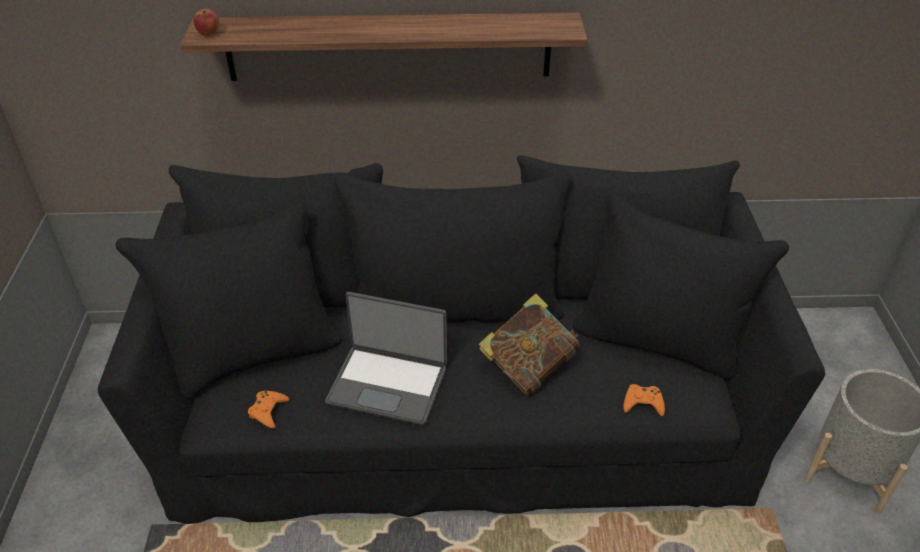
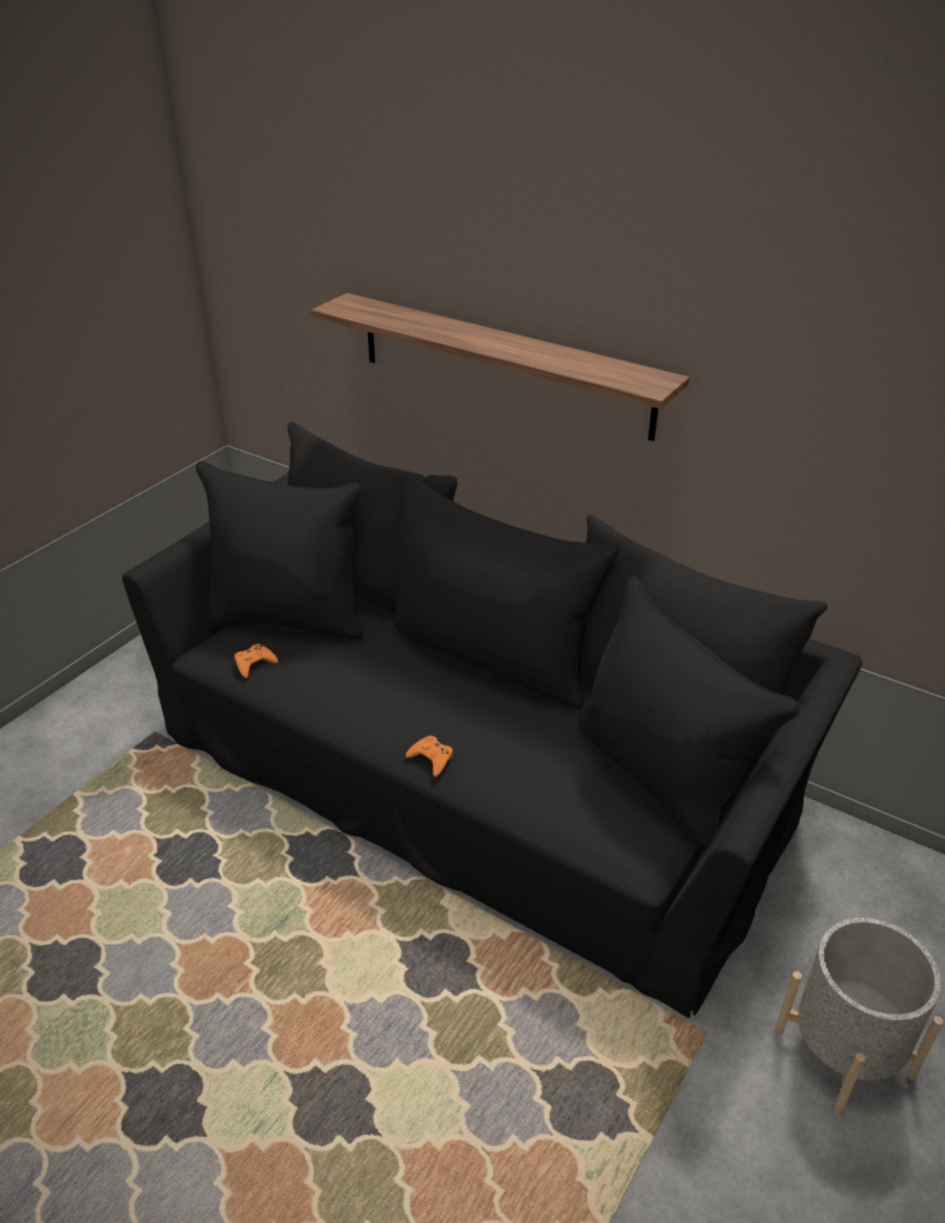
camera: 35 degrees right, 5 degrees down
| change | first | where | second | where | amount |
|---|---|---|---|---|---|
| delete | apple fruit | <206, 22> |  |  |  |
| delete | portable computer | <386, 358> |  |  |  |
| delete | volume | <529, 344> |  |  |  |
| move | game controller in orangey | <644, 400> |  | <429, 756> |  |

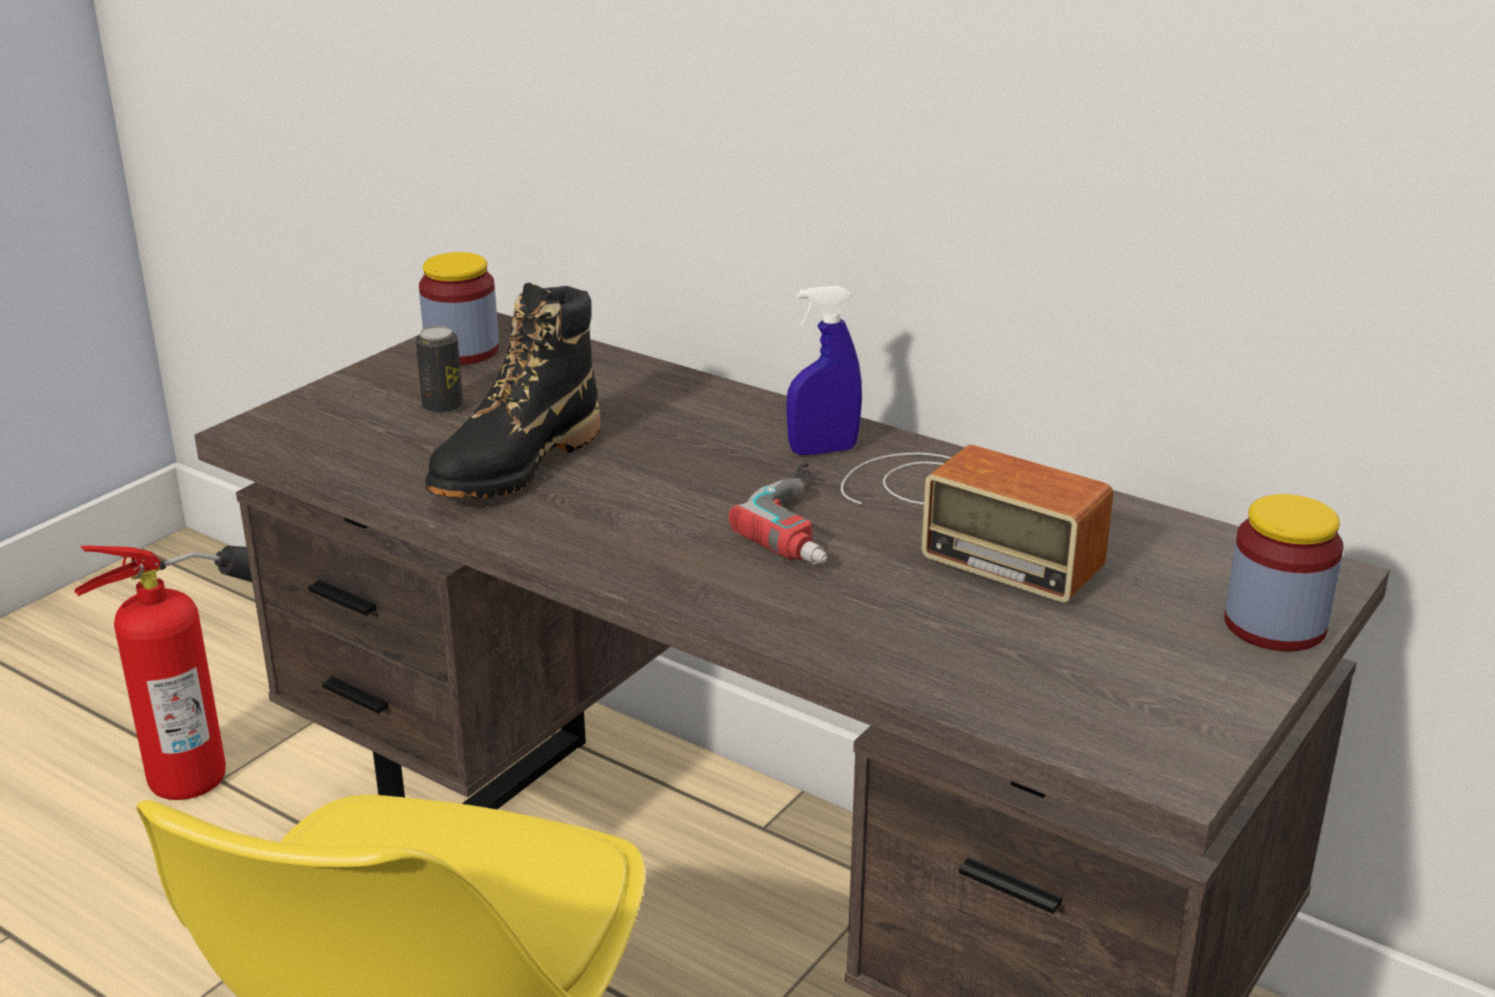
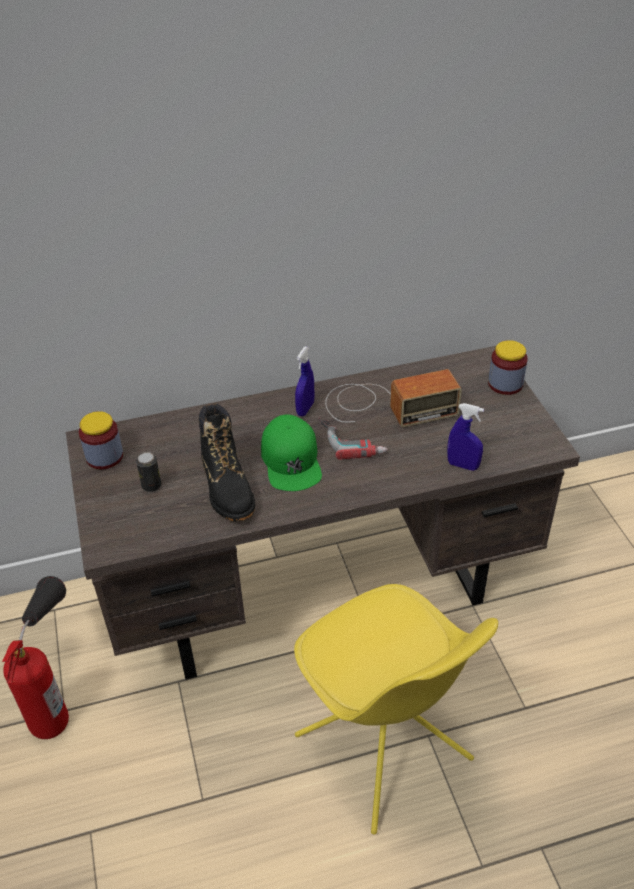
camera: 50 degrees left, 15 degrees up
| change | first | where | second | where | amount |
|---|---|---|---|---|---|
| insert |  |  | sprayer in blue | <465, 437> |  |
| insert |  |  | baseball cap in greenish | <291, 452> |  |

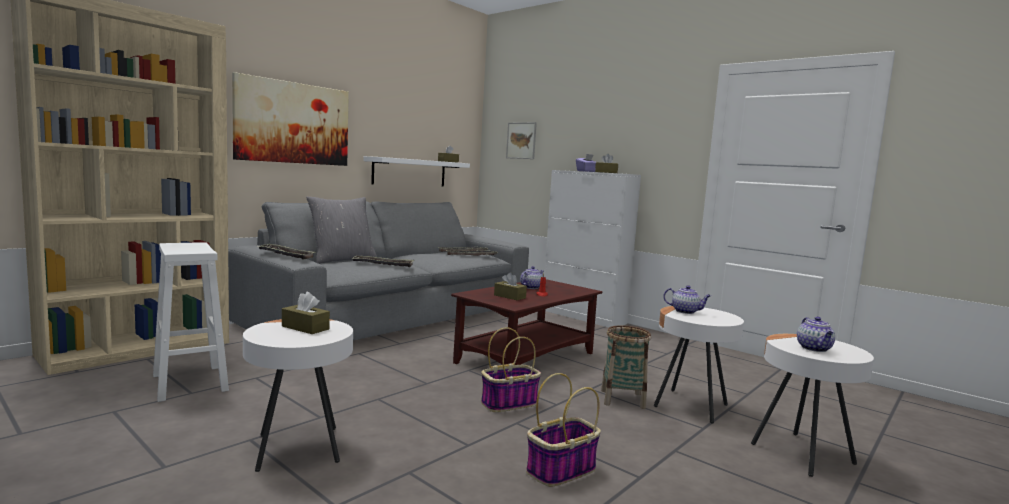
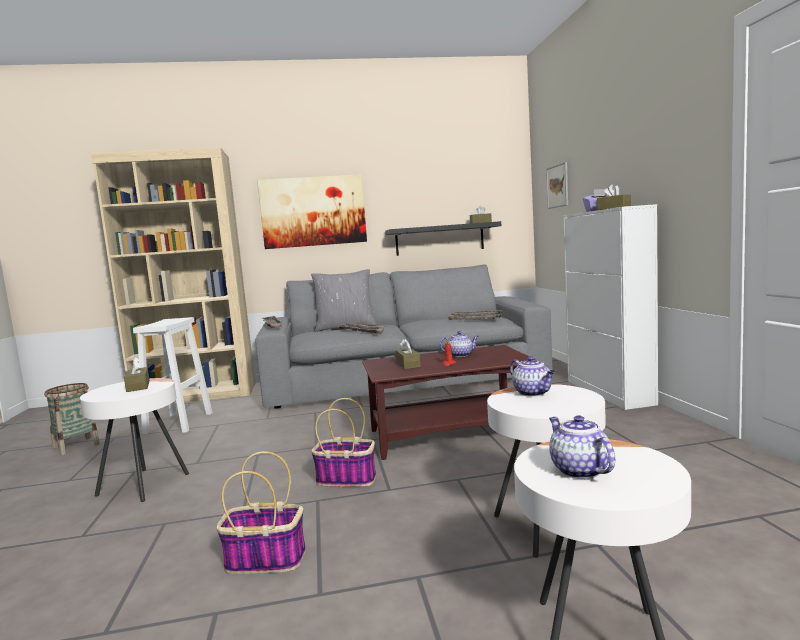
camera: 40 degrees right, 0 degrees up
| change | first | where | second | where | amount |
|---|---|---|---|---|---|
| recolor | wall shelf in white-coloured | <416, 171> | wall shelf in blackish | <443, 238> |  |
| rotate | tea pot | <816, 334> |  | <582, 447> | 120 degrees clockwise |
| move | household basket | <626, 367> |  | <72, 419> |  |

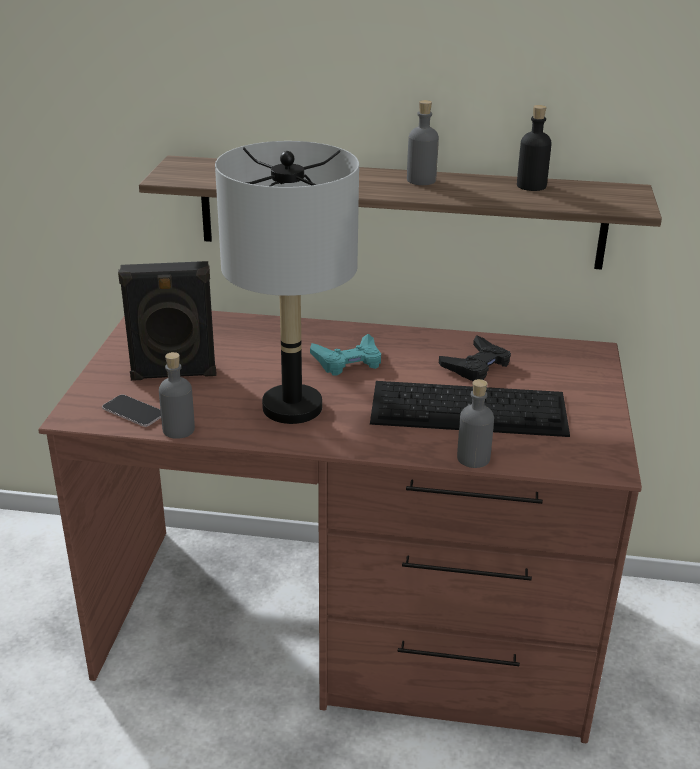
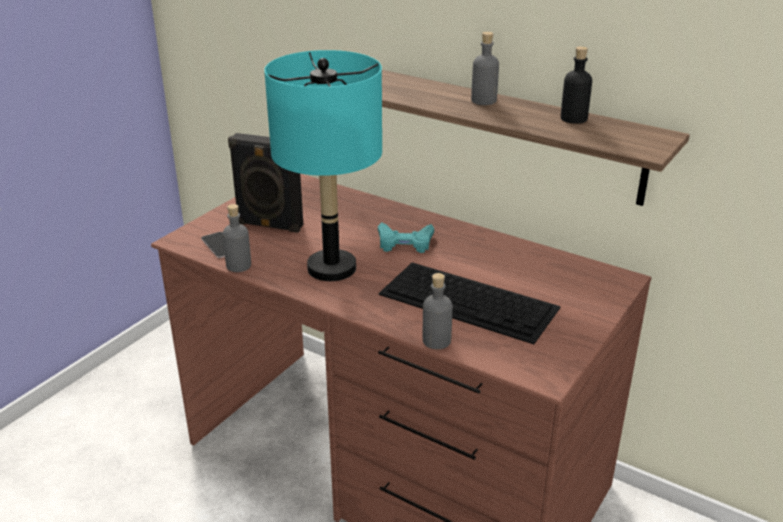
camera: 25 degrees right, 0 degrees up
| change | first | where | second | where | amount |
|---|---|---|---|---|---|
| recolor | table lamp in grey | <287, 282> | table lamp in turquoise-coloured | <323, 165> |  |
| delete | game controller in blackish | <475, 358> |  |  |  |

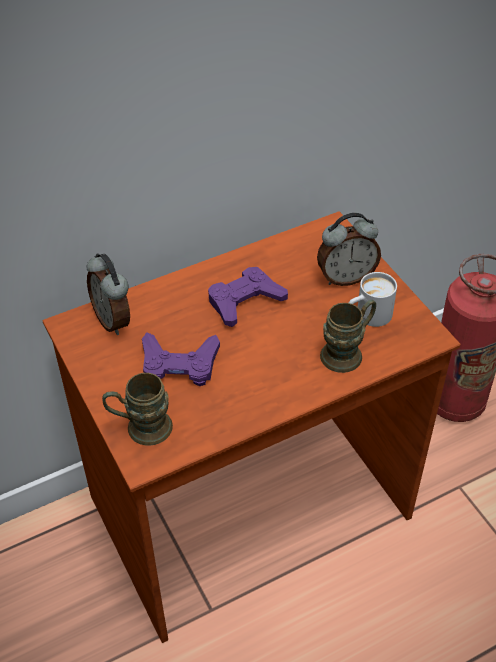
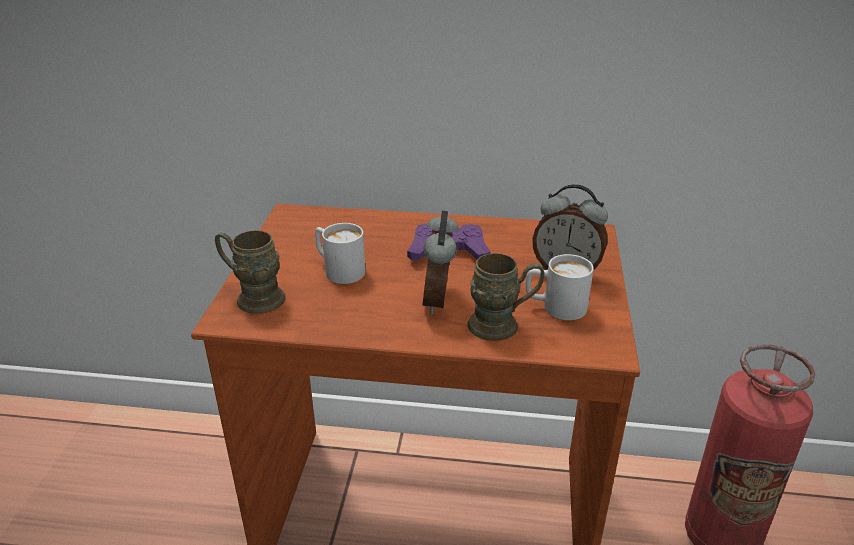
camera: 35 degrees right, 15 degrees down
| change | first | where | second | where | amount |
|---|---|---|---|---|---|
| move | table clock | <108, 294> |  | <440, 263> |  |
| replace | game controller in purple-coloured | <181, 359> | tea mug in white-coloured | <340, 253> |  |

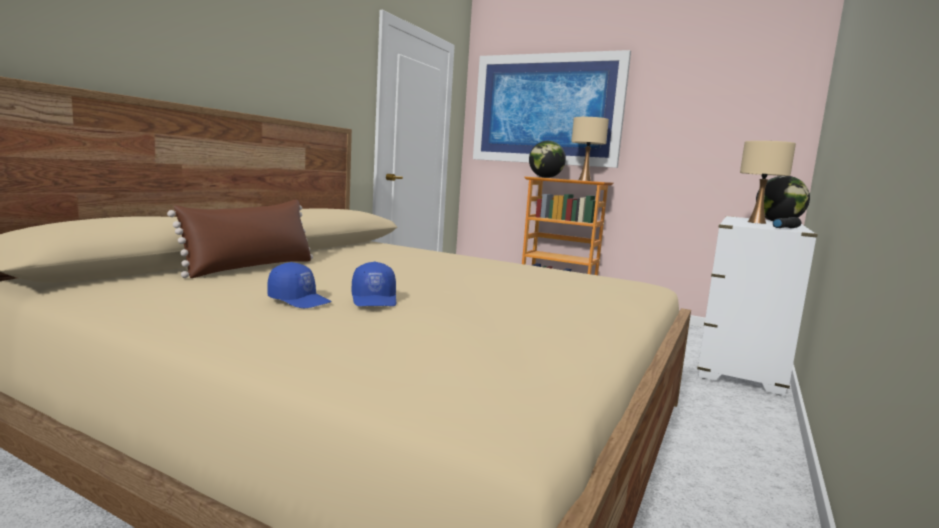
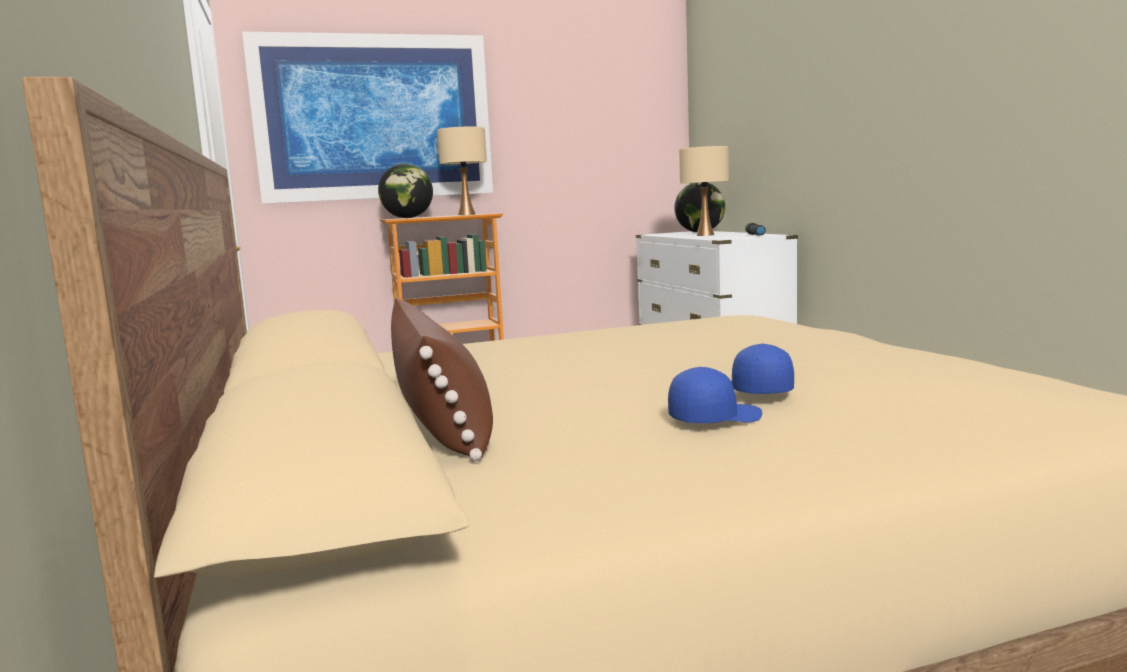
camera: 45 degrees left, 0 degrees up
| change | first | where | second | where | amount |
|---|---|---|---|---|---|
| rotate | baseball cap in blue | <374, 284> |  | <762, 368> | 120 degrees counterclockwise |

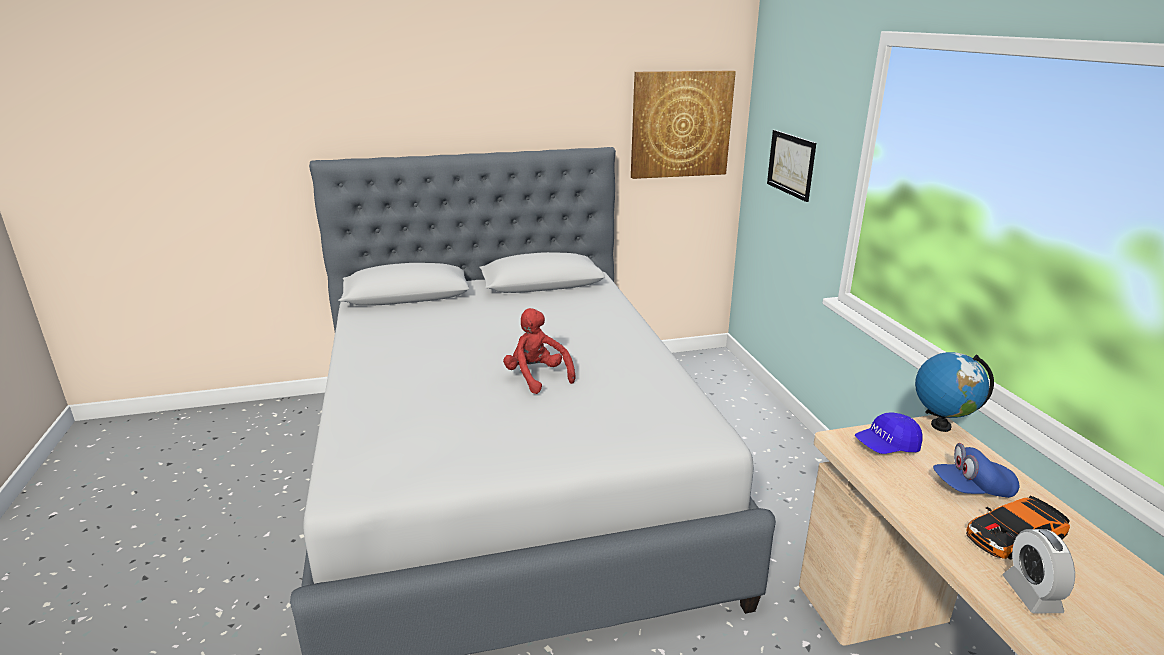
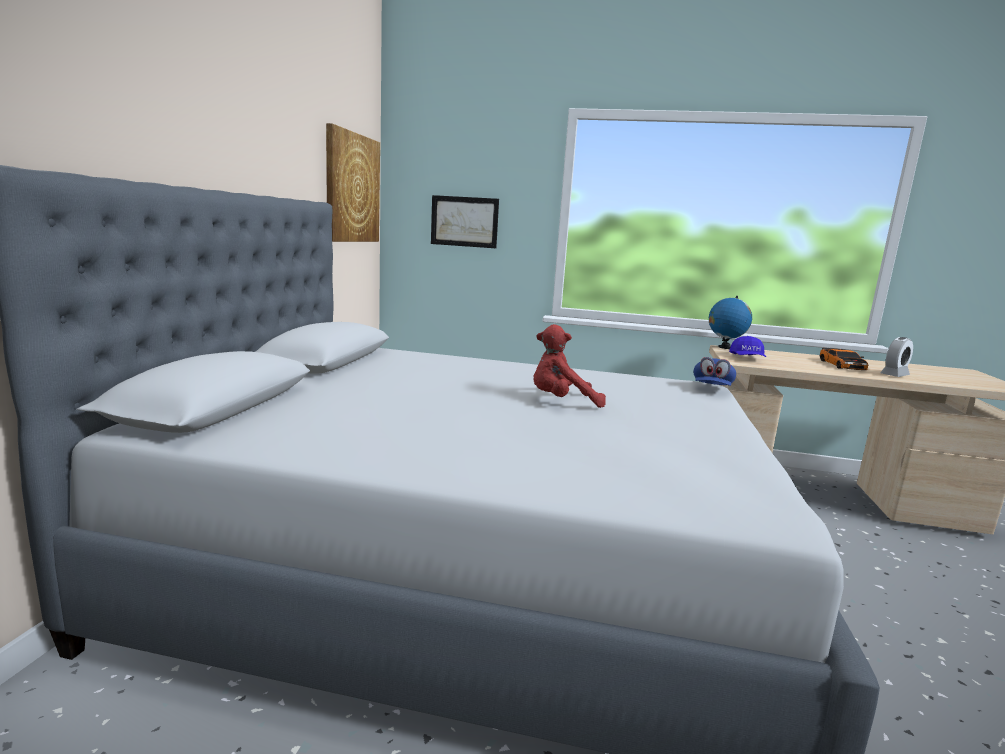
camera: 65 degrees left, 10 degrees down
| change | first | where | second | where | amount |
|---|---|---|---|---|---|
| move | baseball cap in blue | <976, 470> |  | <714, 371> |  |
| rotate | table clock | <1038, 571> |  | <896, 357> | 60 degrees counterclockwise |

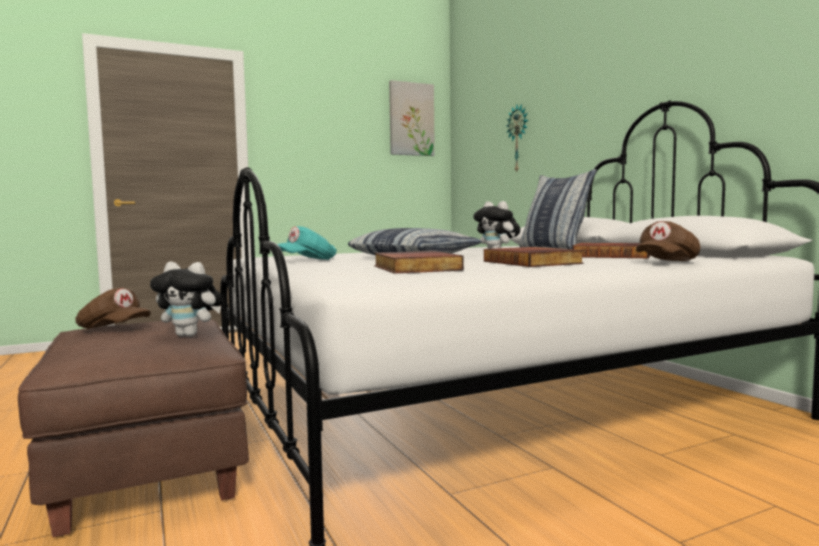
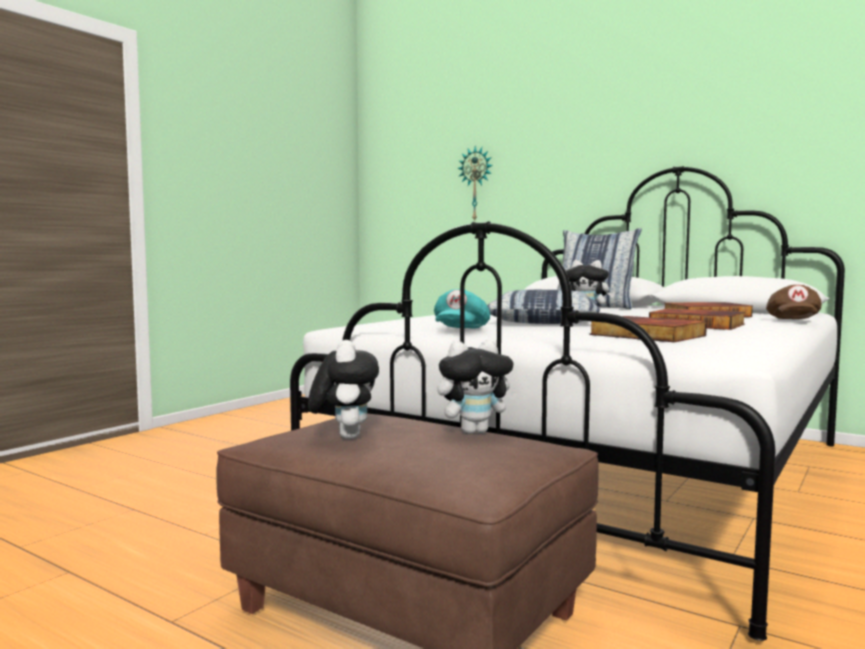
camera: 30 degrees left, 0 degrees up
| change | first | where | second | where | amount |
|---|---|---|---|---|---|
| delete | wall art | <412, 118> |  |  |  |
| replace | baseball cap in brown | <113, 308> | plush toy | <343, 389> |  |

